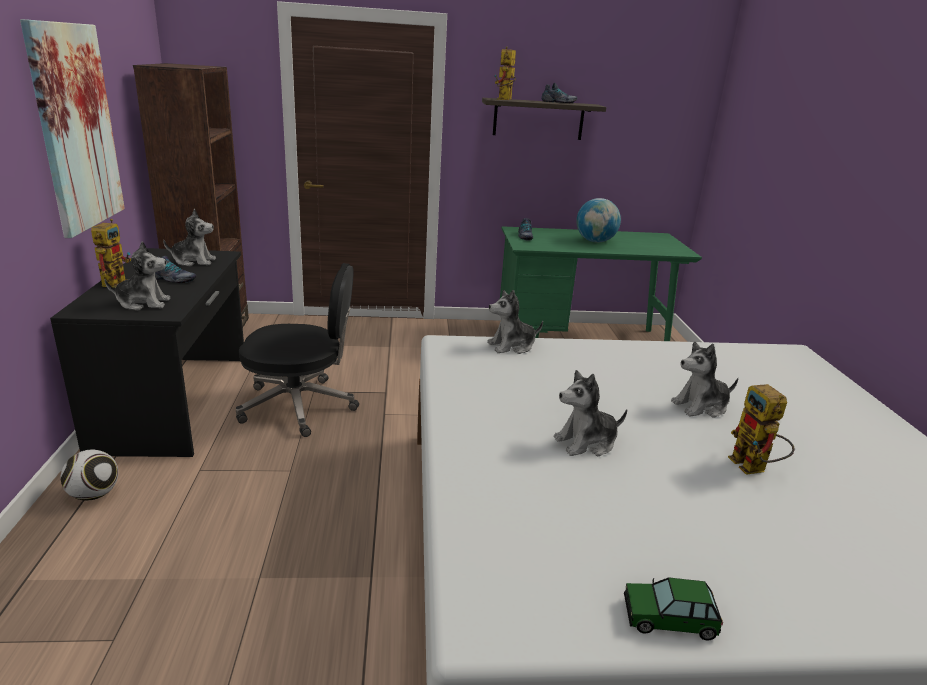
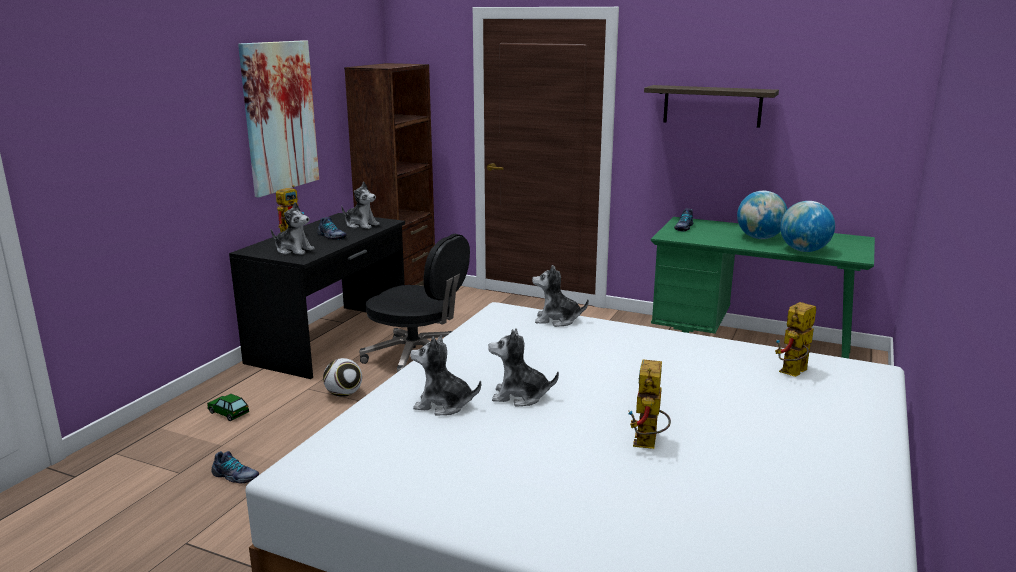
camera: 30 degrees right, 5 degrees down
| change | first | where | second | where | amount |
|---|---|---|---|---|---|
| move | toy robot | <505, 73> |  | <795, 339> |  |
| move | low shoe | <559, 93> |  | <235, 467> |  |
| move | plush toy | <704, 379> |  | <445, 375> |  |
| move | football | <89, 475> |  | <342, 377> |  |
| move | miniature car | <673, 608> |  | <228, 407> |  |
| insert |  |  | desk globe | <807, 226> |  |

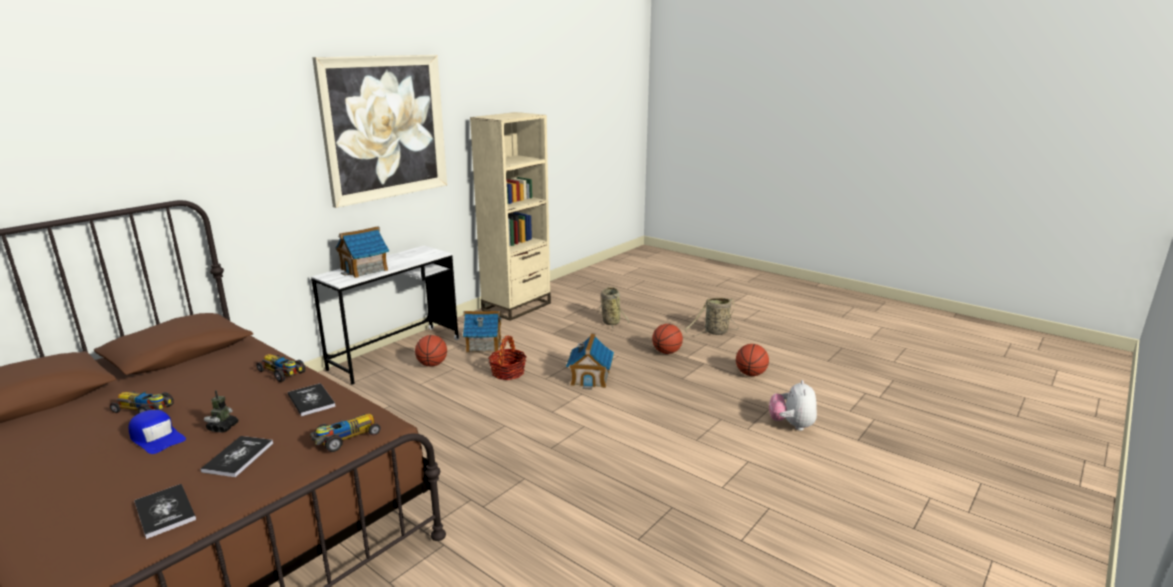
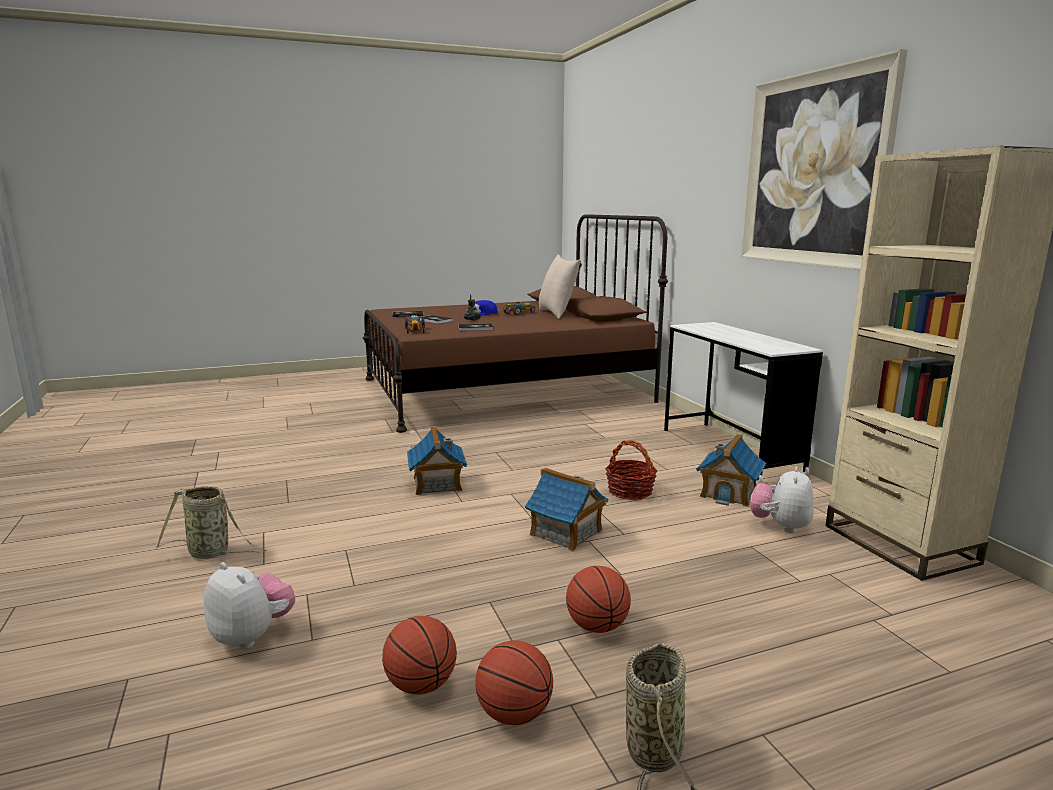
camera: 120 degrees right, 5 degrees down
| change | first | where | second | where | amount |
|---|---|---|---|---|---|
| move | miniature house | <362, 252> |  | <437, 460> |  |
| move | household basket | <614, 307> |  | <211, 522> |  |
| move | basketball | <431, 350> |  | <514, 682> |  |
| delete | miniature car | <280, 368> |  |  |  |
| insert |  |  | pillow in sand-coloured | <559, 287> |  |
| insert |  |  | plush toy | <782, 500> |  |

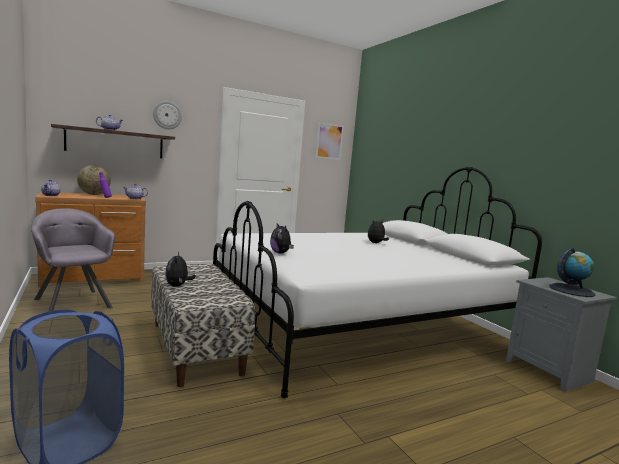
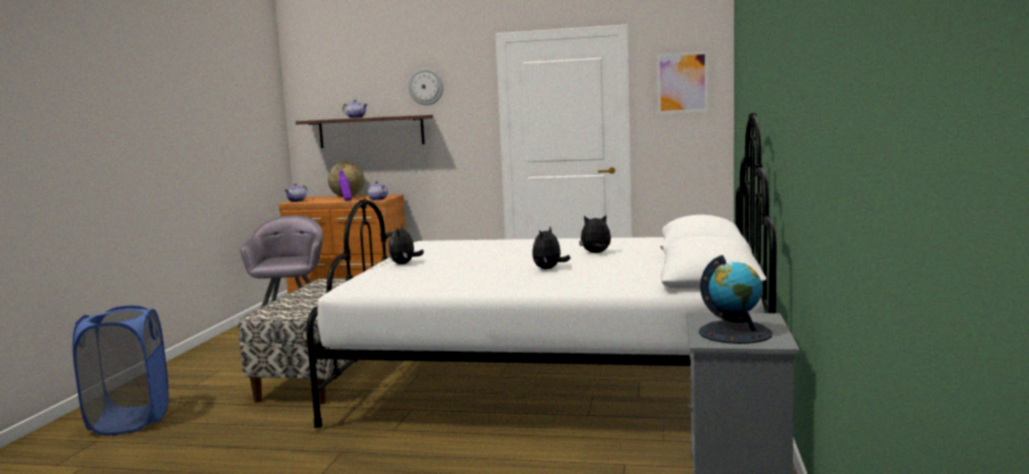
camera: 40 degrees right, 0 degrees up
| change | first | where | second | where | amount |
|---|---|---|---|---|---|
| move | plush toy | <180, 269> |  | <551, 247> |  |

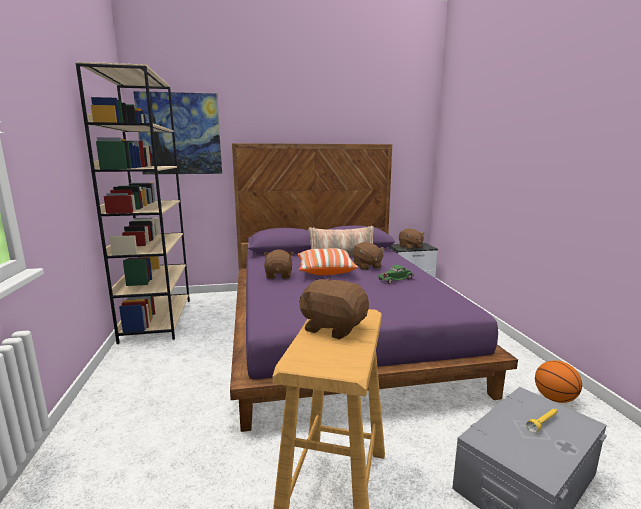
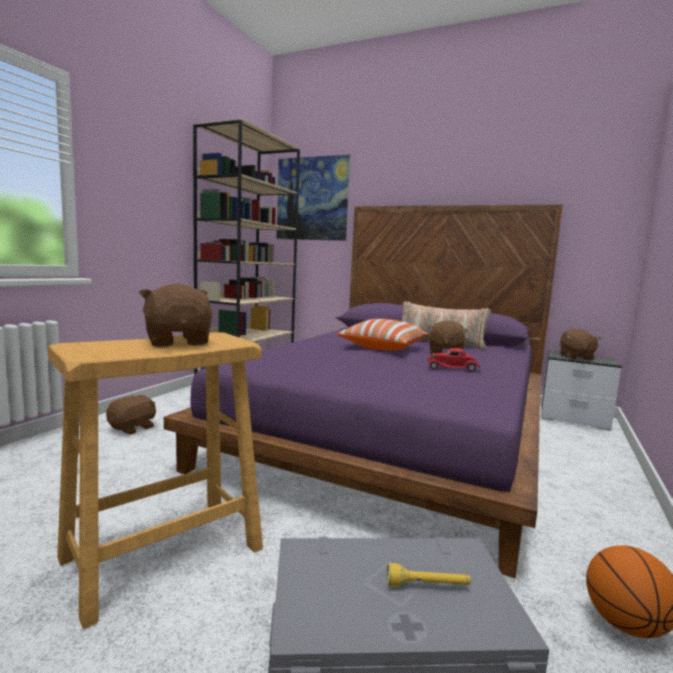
camera: 35 degrees right, 5 degrees down
| change | first | where | second | where | amount |
|---|---|---|---|---|---|
| move | plush toy in brown | <278, 264> |  | <131, 415> |  |
| recolor | miniature car in greenish | <396, 274> | miniature car in red | <454, 359> |  |

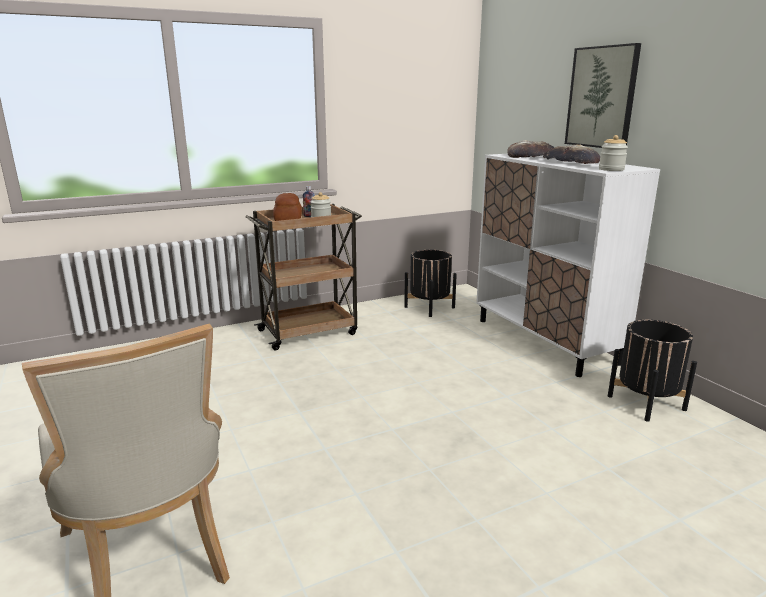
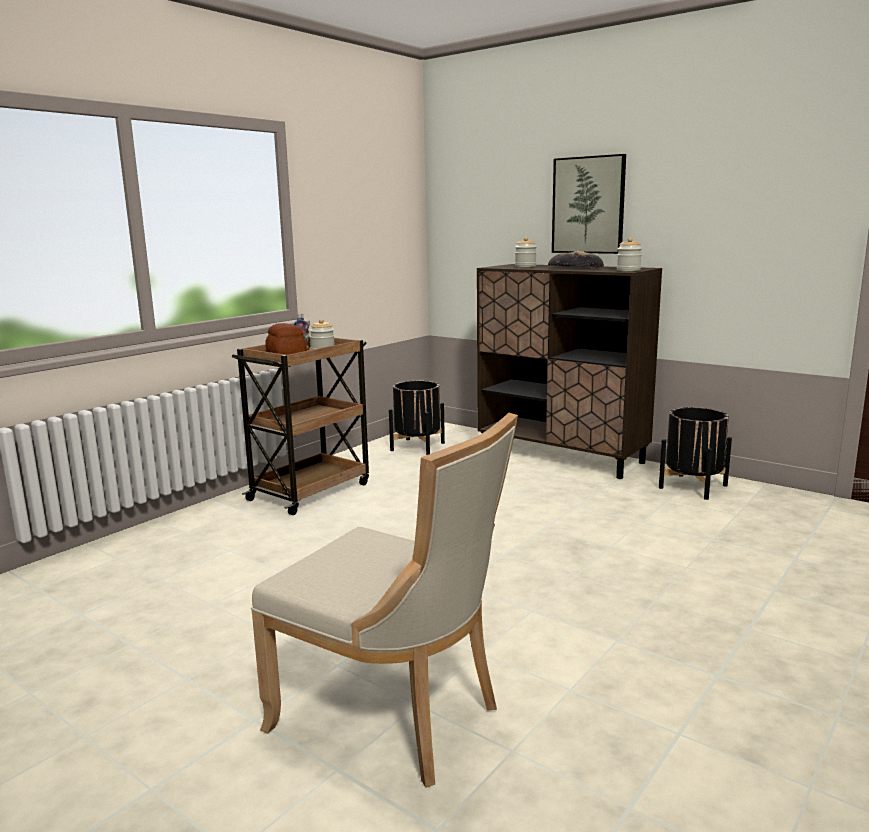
camera: 25 degrees left, 5 degrees down
| change | first | where | second | where | amount |
|---|---|---|---|---|---|
| replace | bakery bread | <531, 149> | jar | <526, 252> |  |
| recolor | cabinet in white-coloured | <568, 265> | cabinet in brown | <569, 371> |  |

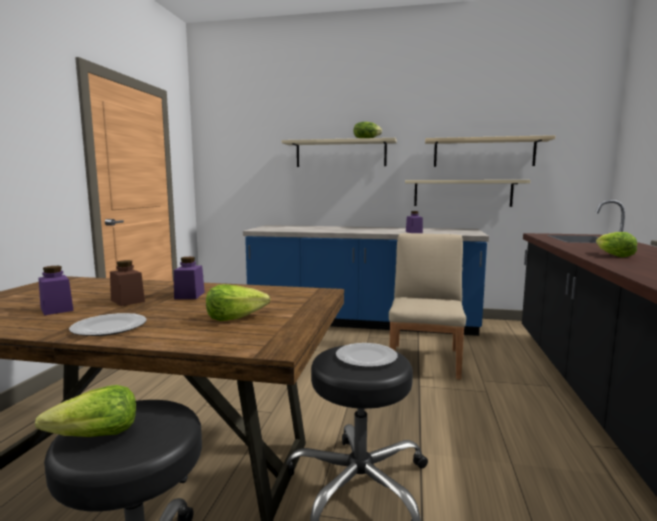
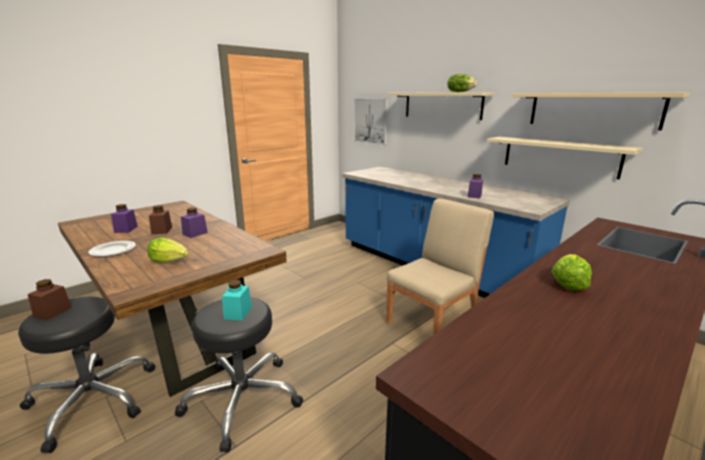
camera: 35 degrees right, 10 degrees up
| change | first | where | second | where | amount |
|---|---|---|---|---|---|
| replace | dinner plate | <367, 355> | jar in turquoise-coloured | <237, 300> |  |
| replace | lettuce head | <85, 411> | jar in brown | <50, 299> |  |
| insert |  |  | wall art | <371, 122> |  |

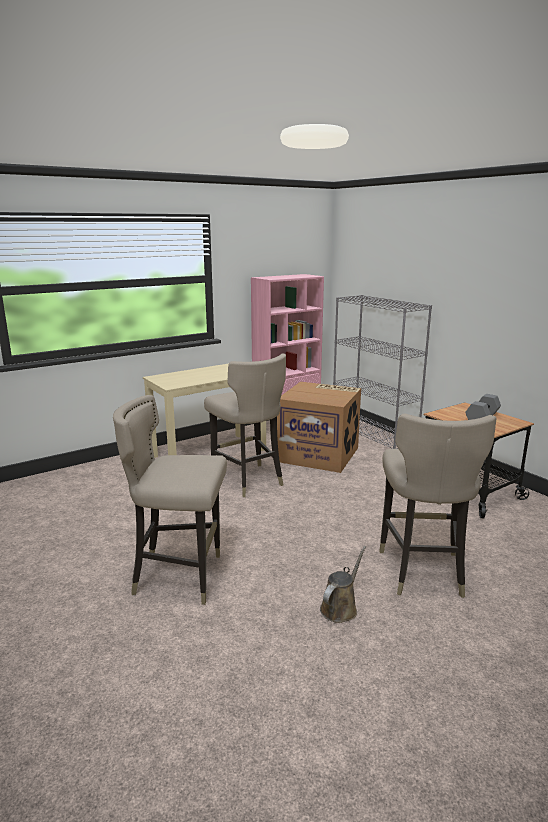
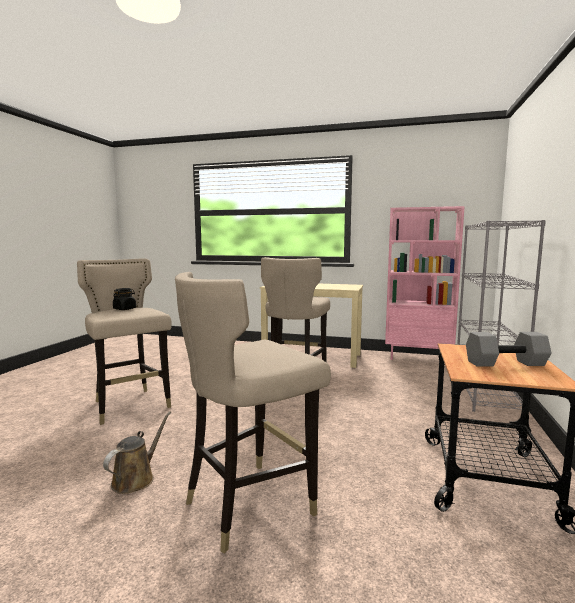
camera: 50 degrees right, 10 degrees down
| change | first | where | second | where | amount |
|---|---|---|---|---|---|
| delete | carton | <319, 427> |  |  |  |
| rotate | watering can in brown | <343, 584> |  | <137, 452> | 60 degrees counterclockwise |
| insert |  |  | jar in blackish | <124, 299> |  |

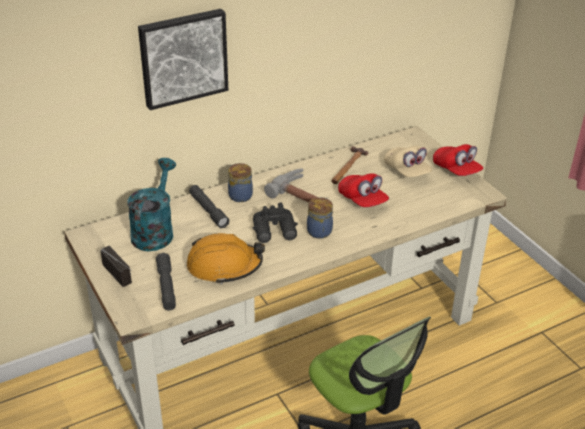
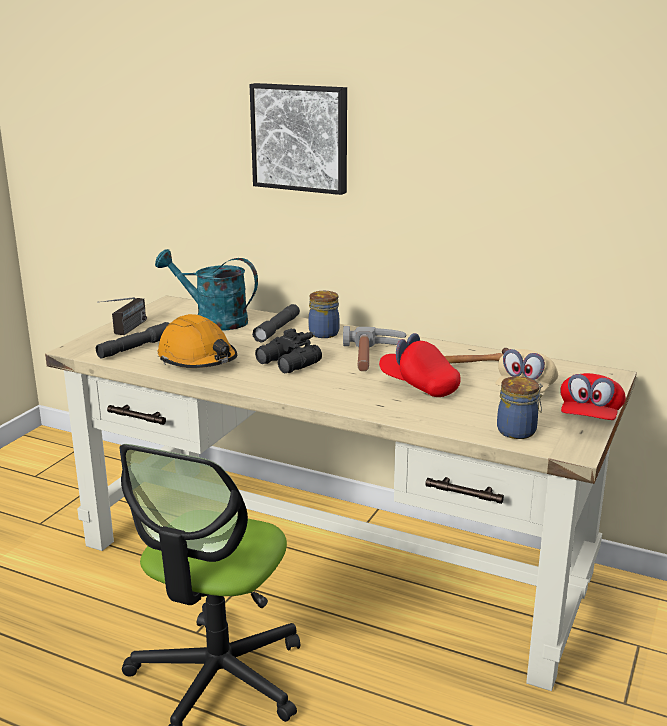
camera: 55 degrees right, 15 degrees down
| change | first | where | second | where | amount |
|---|---|---|---|---|---|
| rotate | watering can in turquoise-coloured | <151, 204> |  | <206, 289> | 135 degrees counterclockwise |
| rotate | baseball cap in red | <363, 190> |  | <419, 365> | 105 degrees clockwise |
| move | jar | <320, 218> |  | <520, 407> |  |

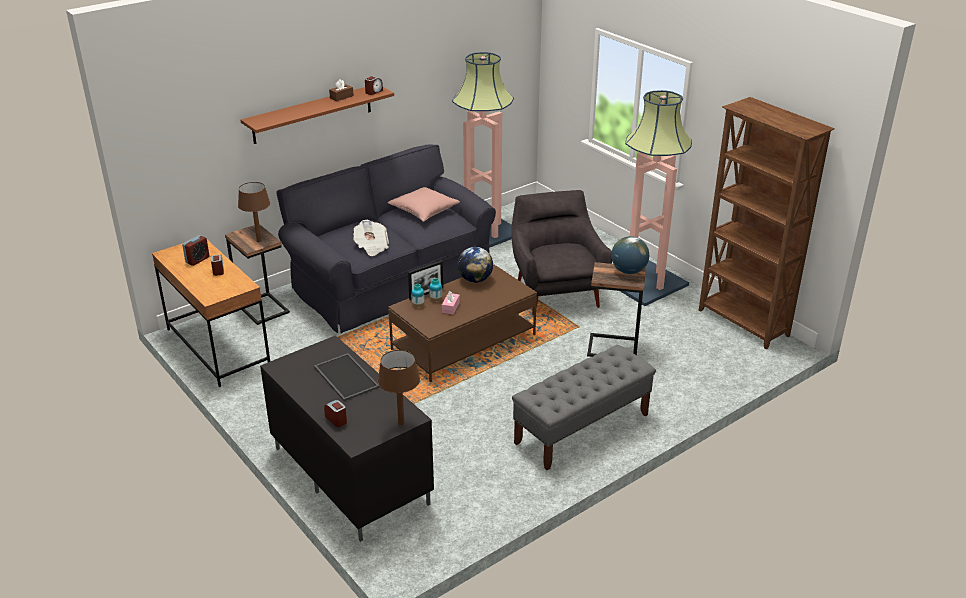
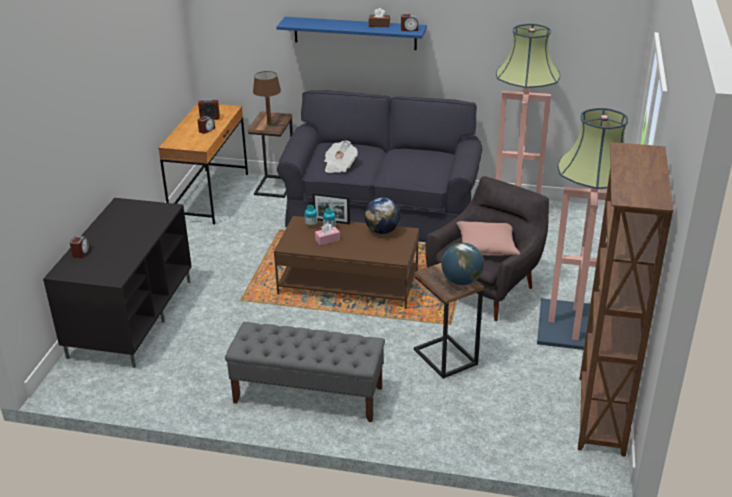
camera: 50 degrees right, 0 degrees up
| change | first | where | second | where | amount |
|---|---|---|---|---|---|
| recolor | wall shelf in brown | <317, 115> | wall shelf in blue | <351, 33> |  |
| move | pillow in pinkish | <424, 204> |  | <488, 238> |  |
| delete | table lamp in brown | <399, 387> |  |  |  |
| delete | tray | <346, 377> |  |  |  |

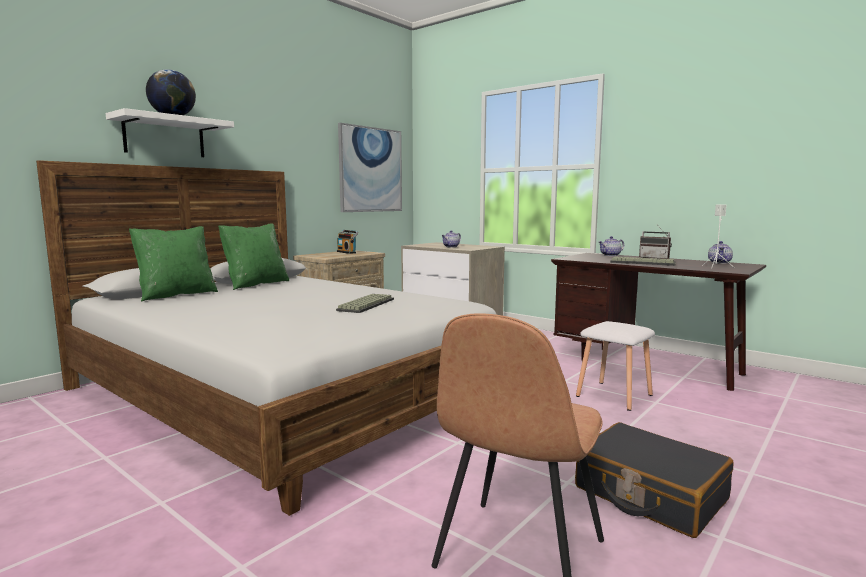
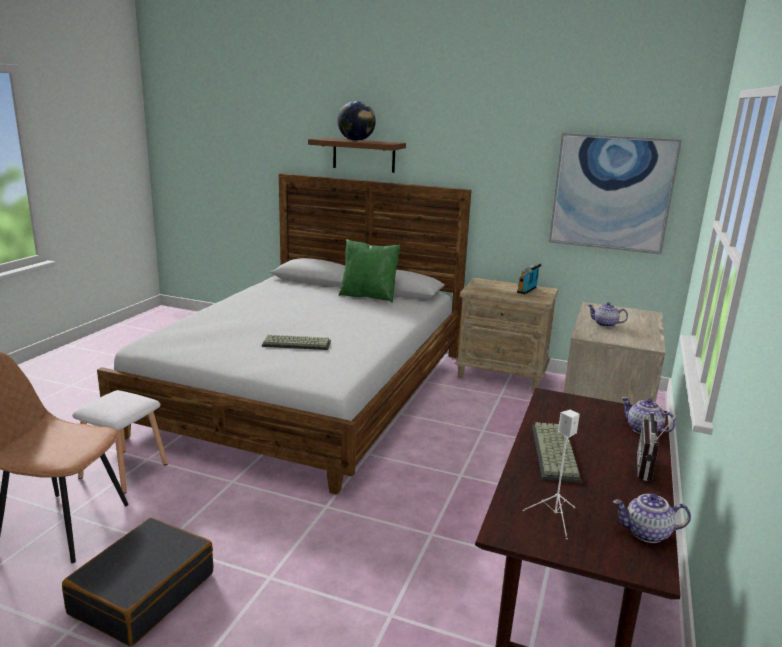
camera: 70 degrees right, 10 degrees up
| change | first | where | second | where | amount |
|---|---|---|---|---|---|
| recolor | wall shelf in white-coloured | <170, 132> | wall shelf in brown | <357, 155> |  |
| delete | pillow in greenish | <173, 263> |  |  |  |
| move | stool seat in white-coloured | <615, 366> |  | <119, 442> |  |

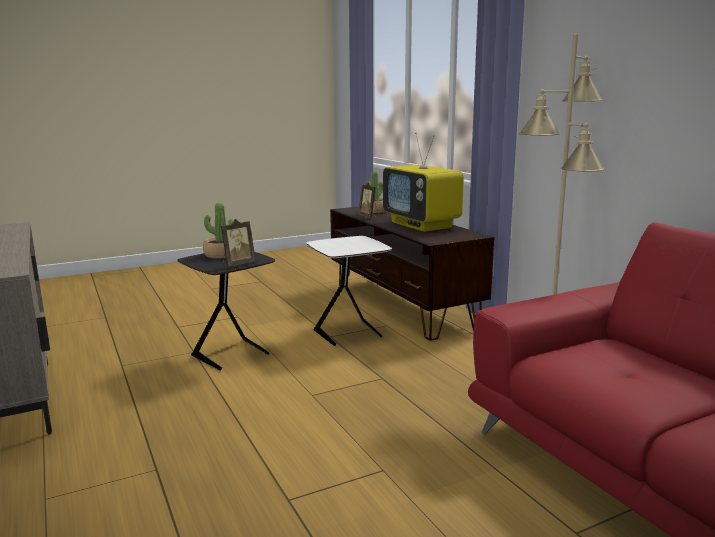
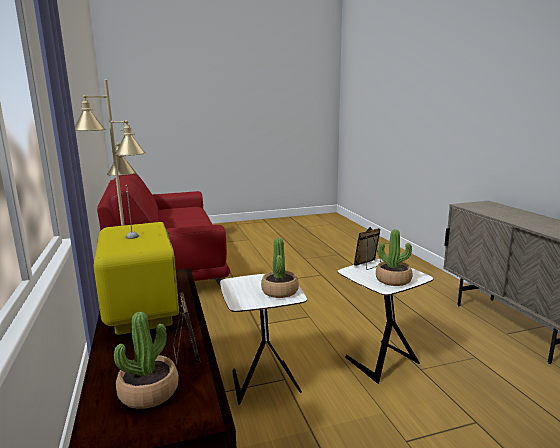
camera: 170 degrees left, 0 degrees up
| change | first | where | second | where | amount |
|---|---|---|---|---|---|
| recolor | accent table in blackish | <226, 311> | accent table in white-coloured | <385, 321> |  |
| insert |  |  | houseplant | <280, 268> |  |

